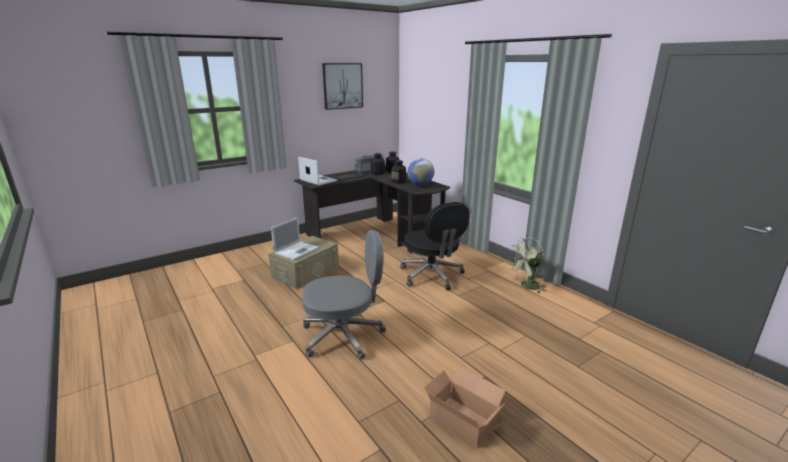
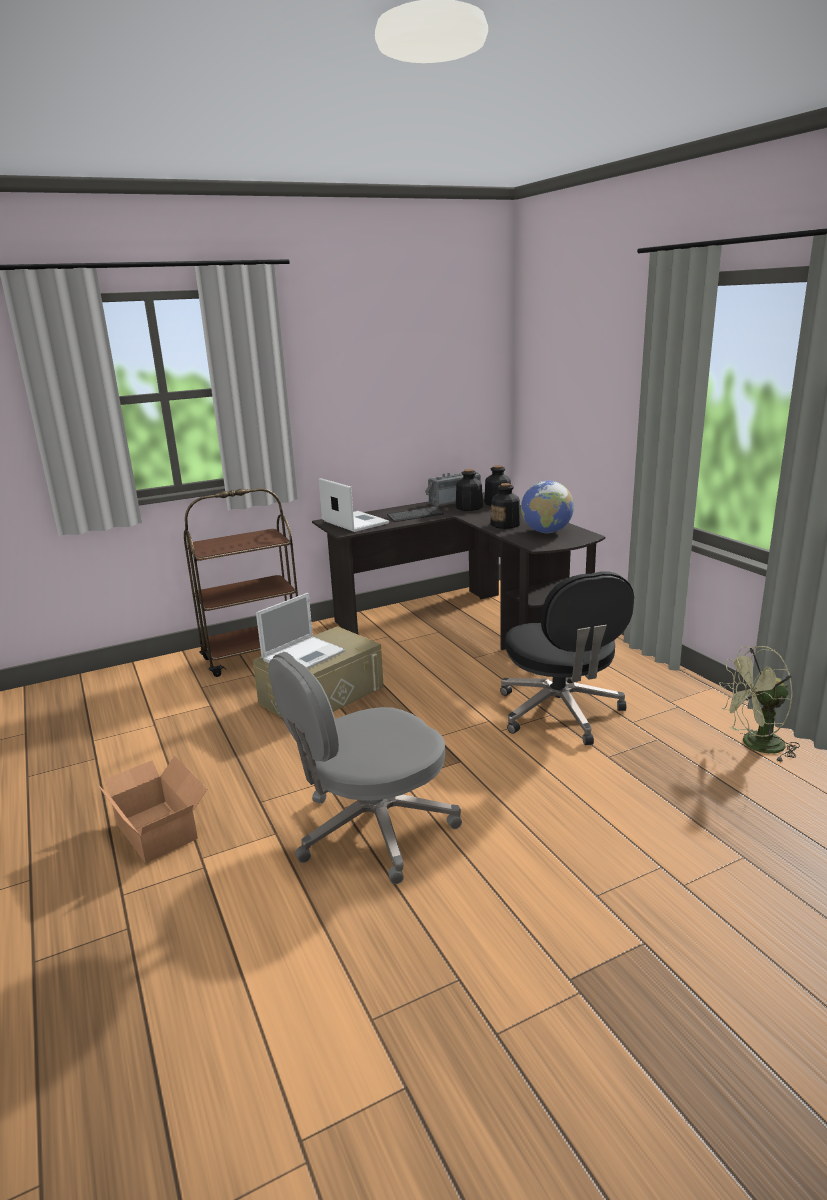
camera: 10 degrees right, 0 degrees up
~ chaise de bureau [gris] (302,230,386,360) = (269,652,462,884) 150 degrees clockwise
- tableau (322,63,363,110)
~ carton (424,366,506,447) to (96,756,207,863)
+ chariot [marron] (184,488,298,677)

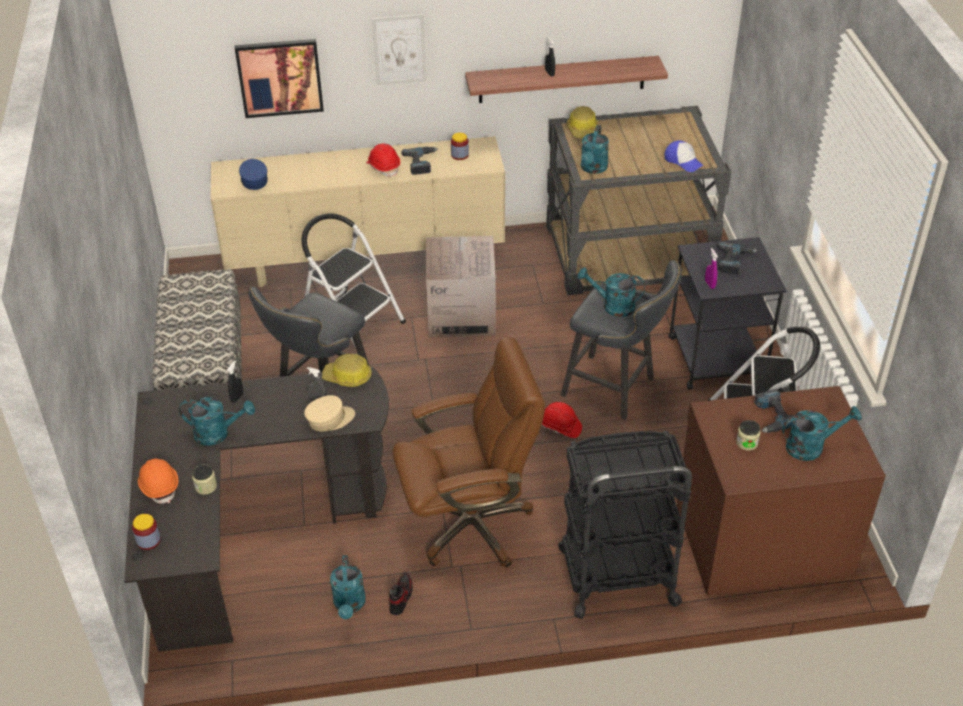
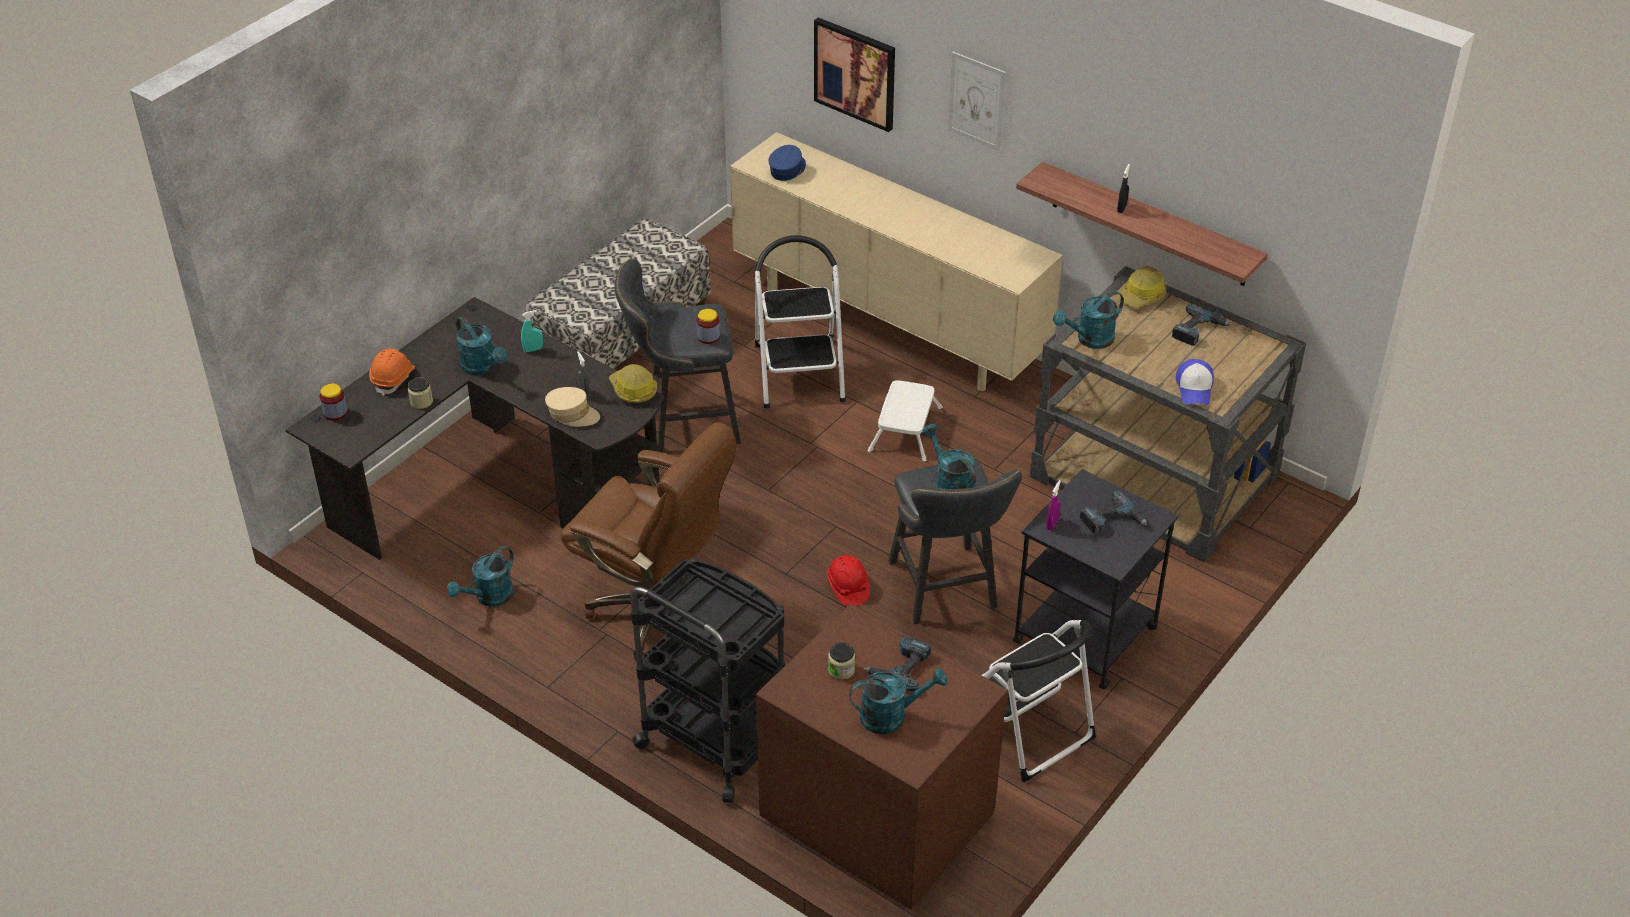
camera: 45 degrees right, 0 degrees up
~ vaporisateur [noir] (227,361,243,403) to vaporisateur [turquoise] (521,310,543,352)
- casque de chantier [rouge] (366,143,400,177)
- chaussure (389,573,413,615)
~ perceuse (401,147,438,175) to (1172,304,1231,346)
~ carton (426,236,496,337) to escabeau [blanc] (867,380,943,462)
~ bocal (451,133,469,160) to (696,309,720,344)
~ arrosoir [turquoise] (782,406,862,461) = (849,668,947,734) 45 degrees counterclockwise

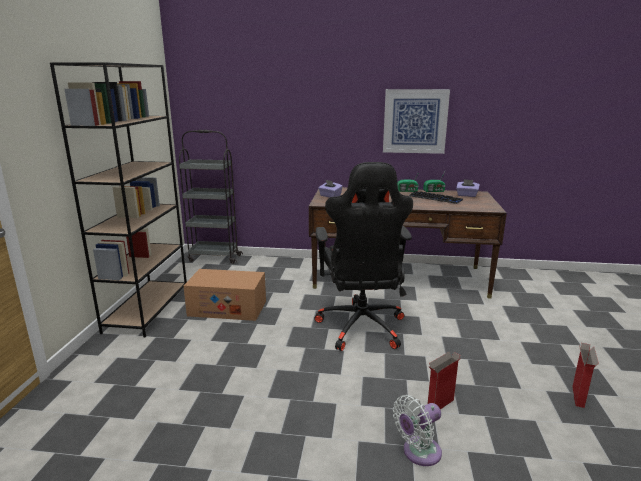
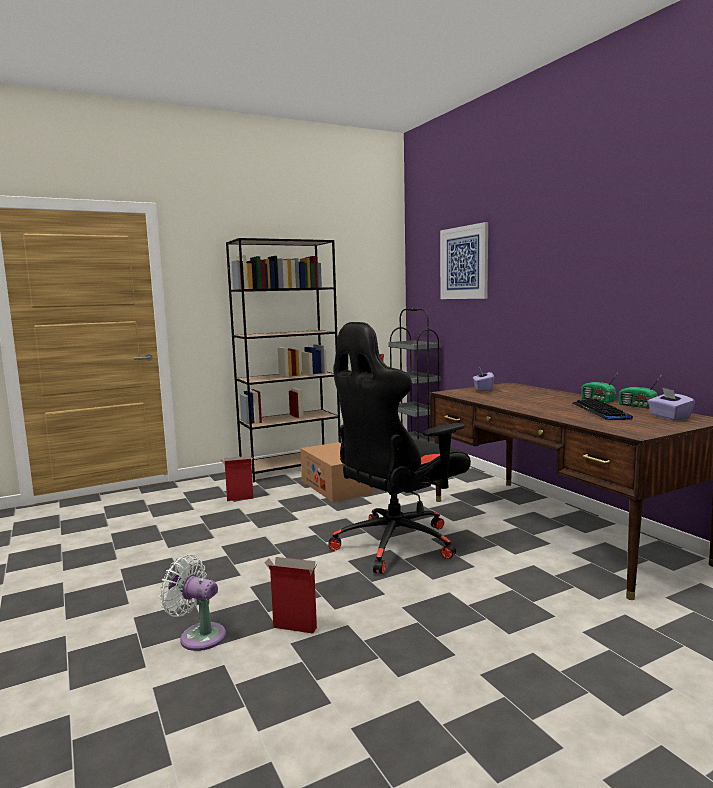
camera: 55 degrees right, 10 degrees down
~ tableau (383,89,450,154) to (440,222,488,299)
~ carton (572,343,599,408) to (221,456,253,501)

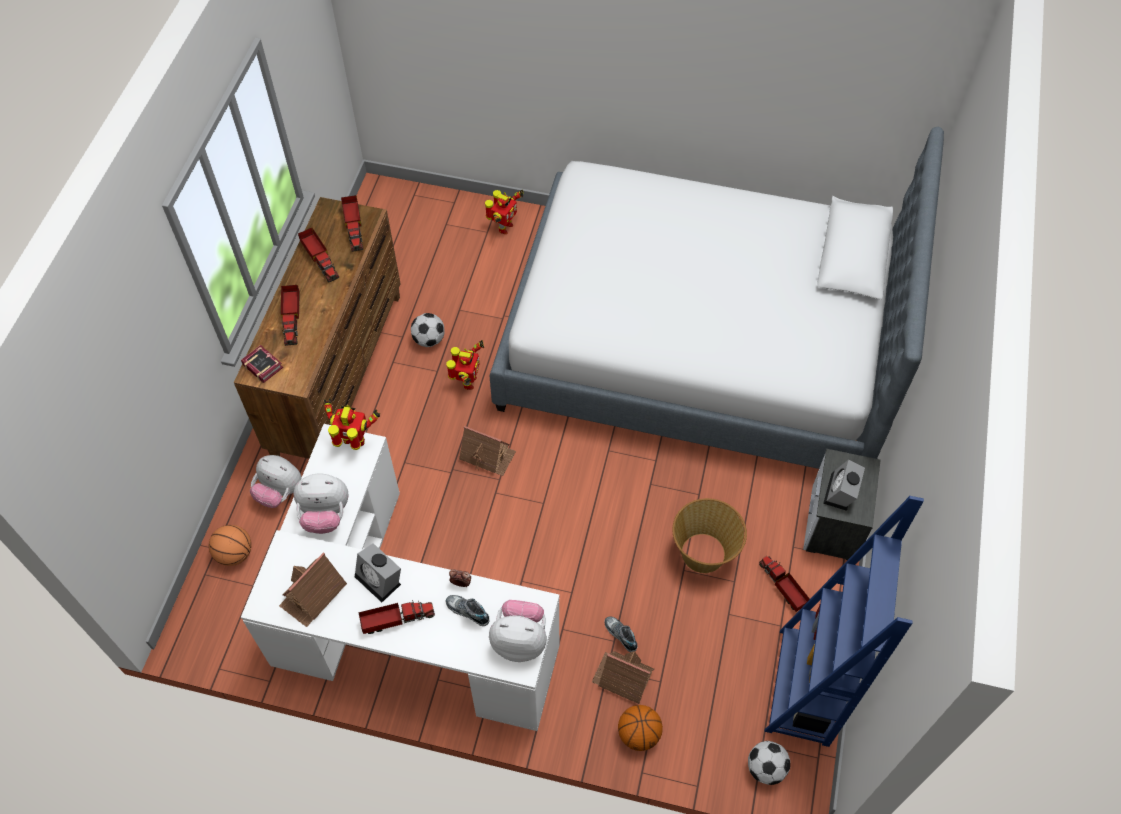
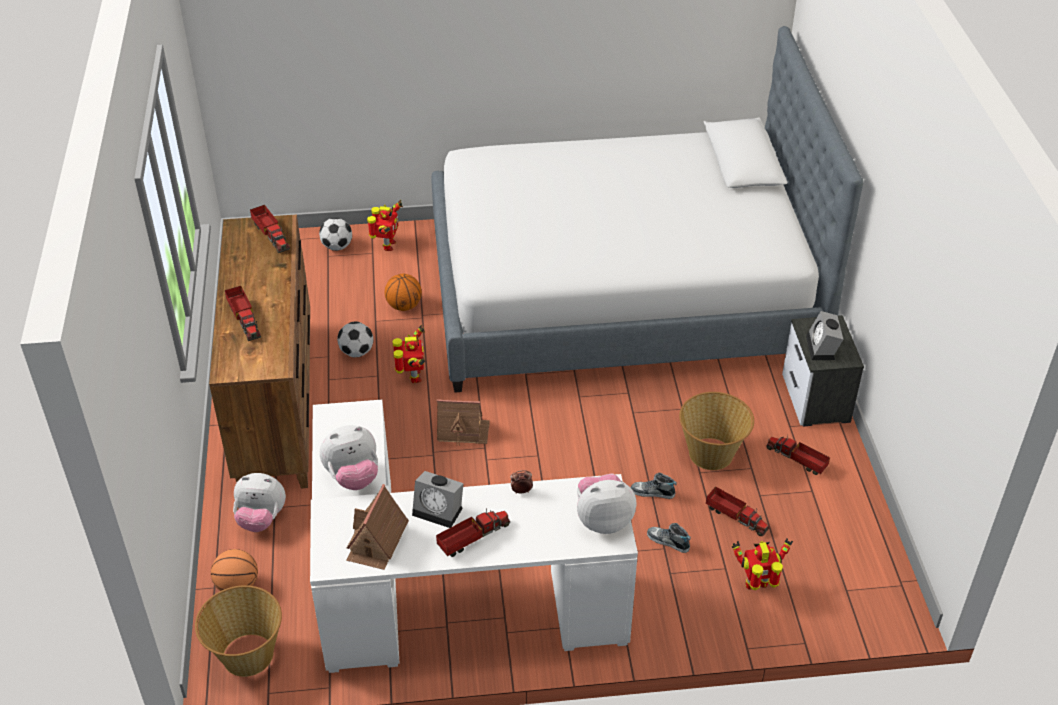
camera: 20 degrees left, 15 degrees down
- livre (241,345,283,383)
~ camion jouet (298,228,339,282) to (706,487,769,536)
~ robot jouet (324,398,380,450) to (732,538,793,590)
~ chaussure (446,595,490,626) to (631,472,677,499)
- maison miniature (592,651,654,704)
~ ballon de basket (618,705,663,751) to (385,274,422,311)
~ ballon de foot (748,741,790,785) to (319,218,352,251)
- bibliothèque [bleu] (764,496,924,747)
+ panier (195,585,282,677)

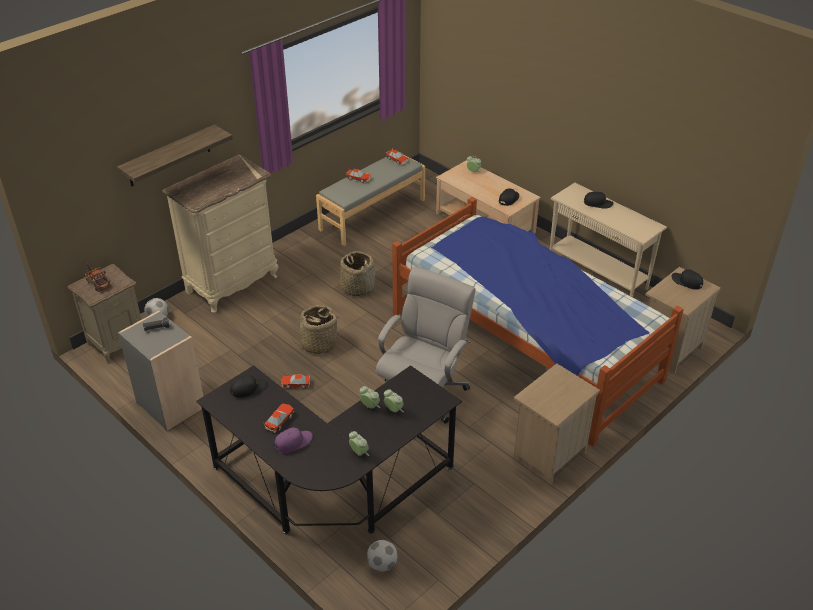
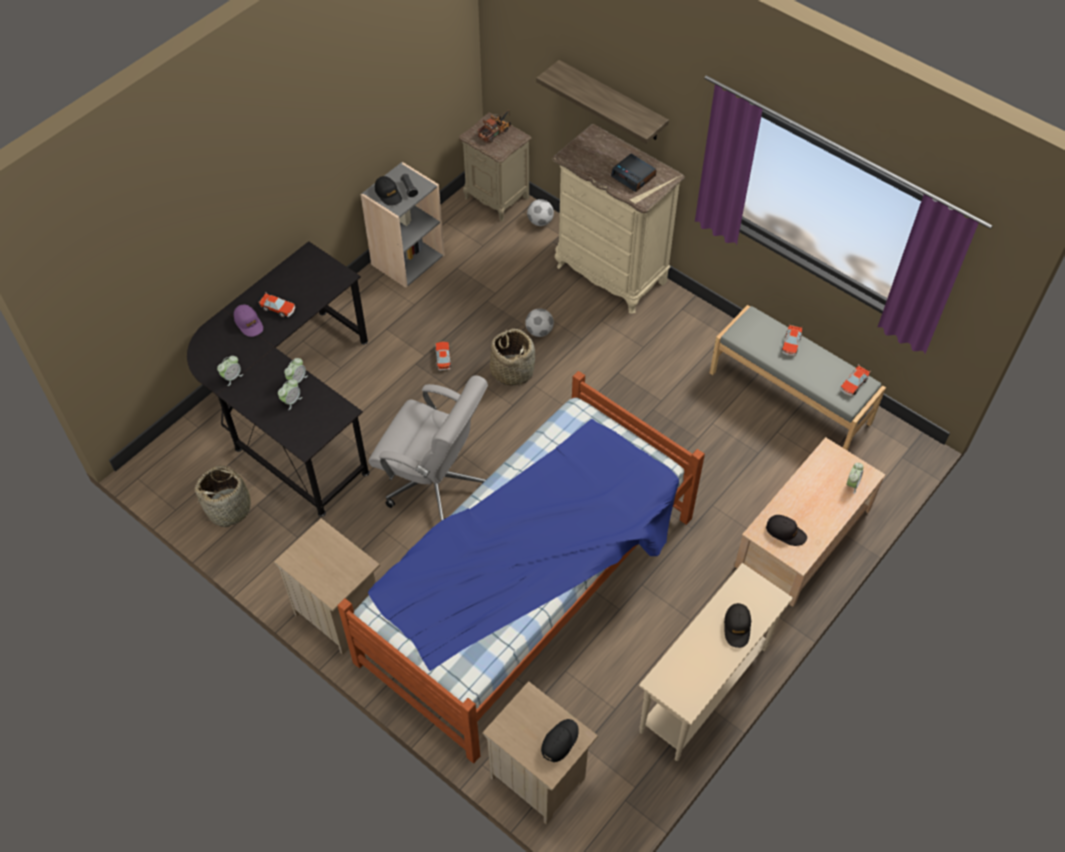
camera: 85 degrees right, 15 degrees up
~ casquette [noir] (230,375,267,398) to (375,176,402,206)
~ panier (340,251,375,296) to (195,465,257,527)
~ ballon de foot (367,540,398,572) to (525,308,554,337)
+ réveil (611,154,657,192)

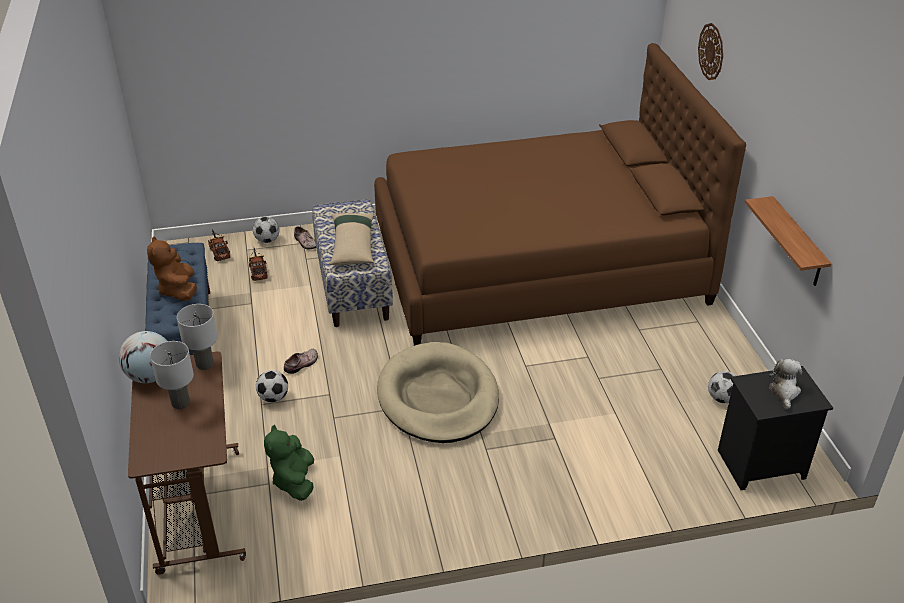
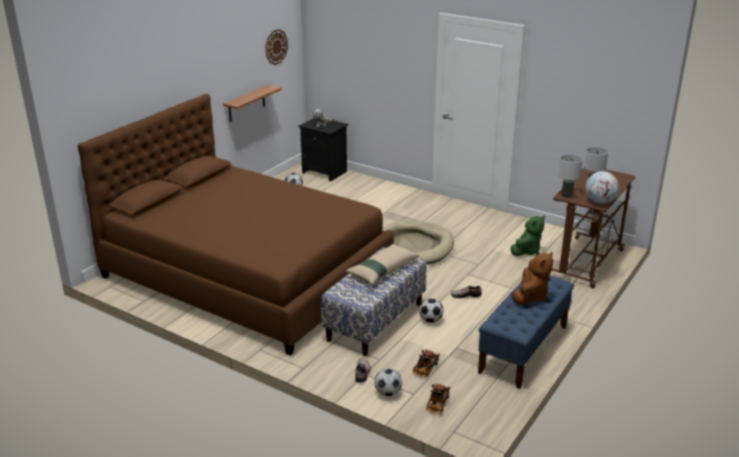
camera: 135 degrees left, 10 degrees down
~ ballon de foot (256,370,288,402) to (419,298,444,323)
~ horloge murale (698,23,723,80) to (266,29,288,65)

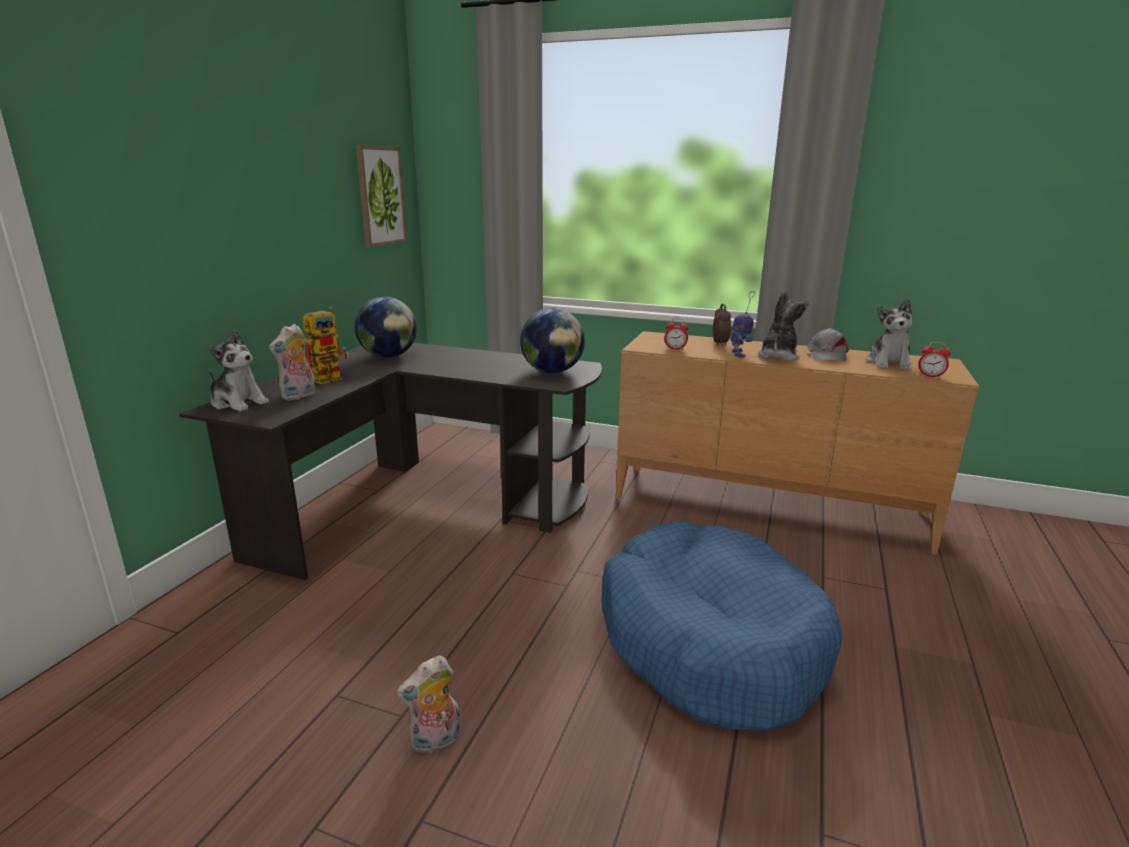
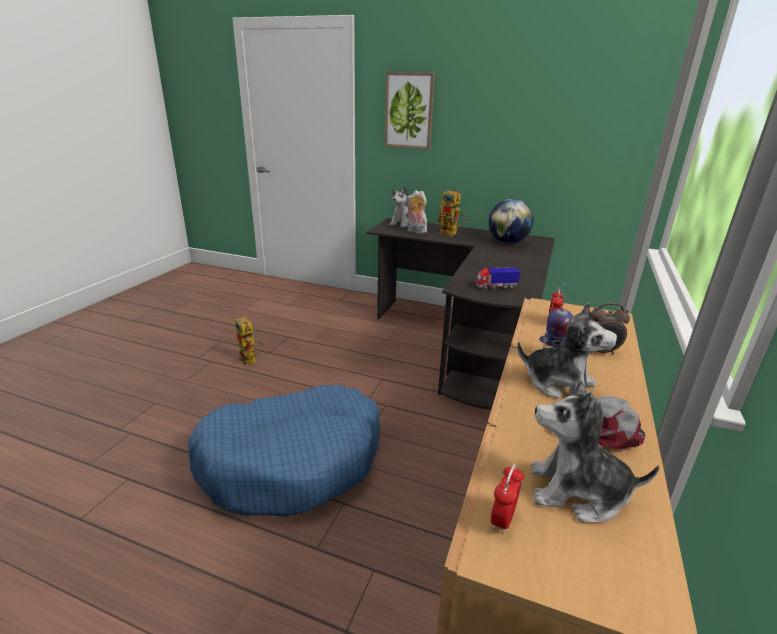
camera: 90 degrees right, 5 degrees up
~ tableau (356,145,407,248) to (385,72,435,149)
~ peluche (397,655,460,753) to robot jouet (235,317,264,366)
~ globe (520,308,585,373) to camion jouet (476,267,520,290)

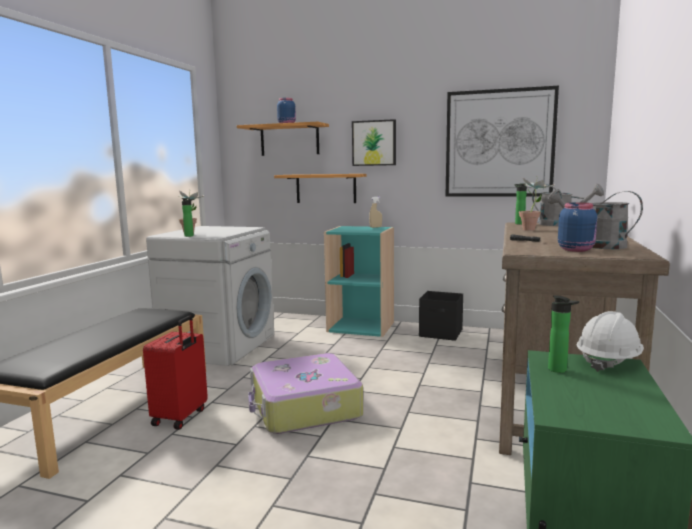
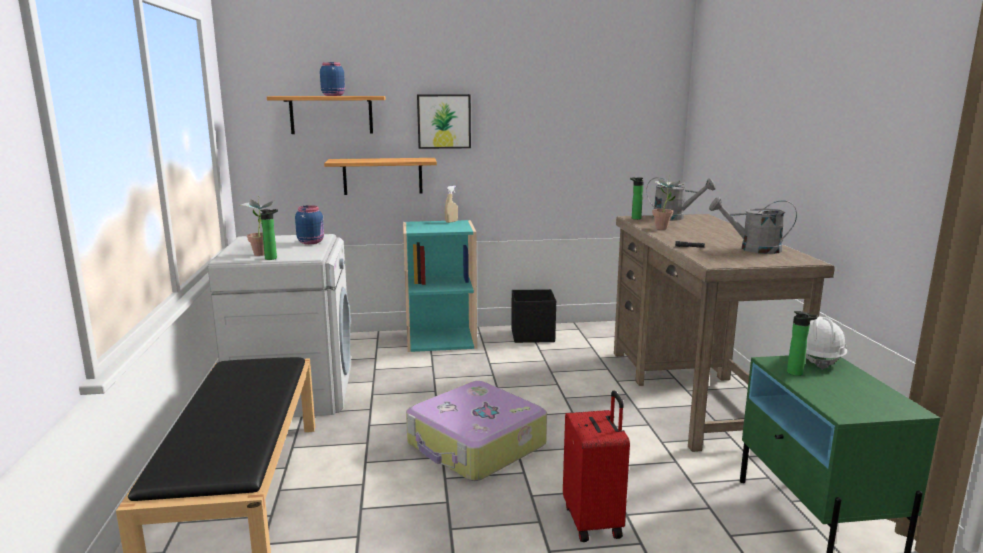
camera: 25 degrees left, 5 degrees up
~ valise [rouge] (143,316,208,430) to (563,391,630,542)
- tableau (446,86,559,197)
~ bocal [bleu] (558,202,597,252) to (295,205,324,244)

